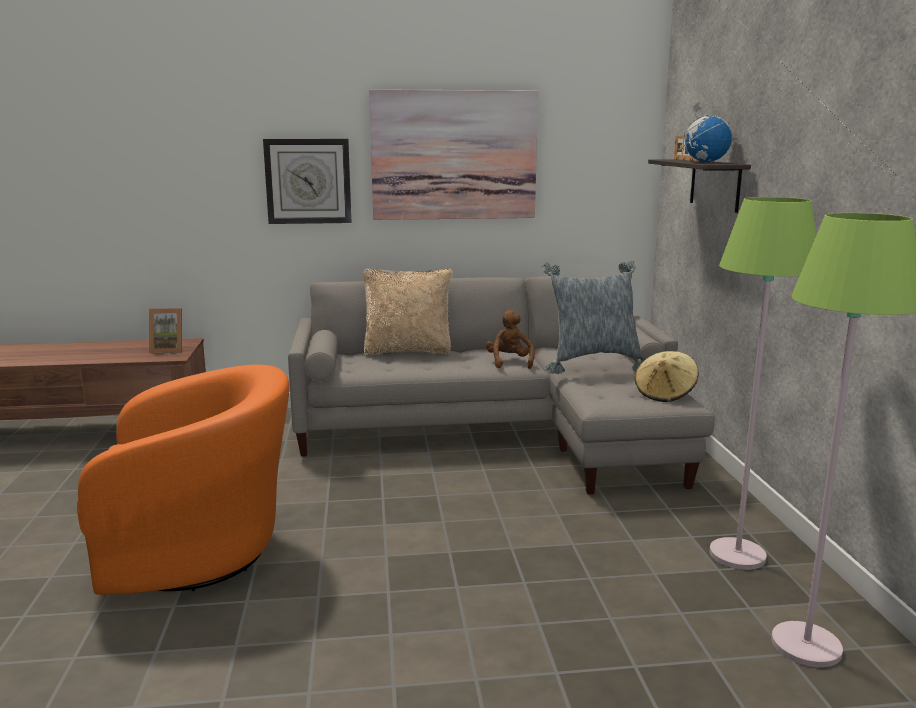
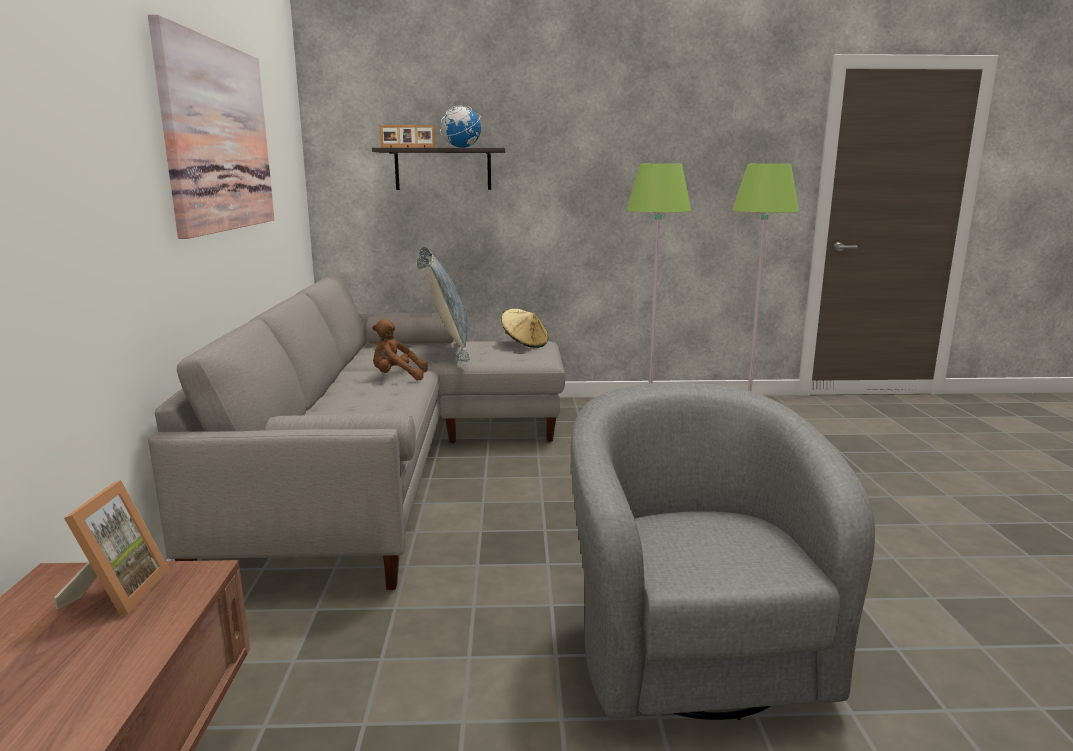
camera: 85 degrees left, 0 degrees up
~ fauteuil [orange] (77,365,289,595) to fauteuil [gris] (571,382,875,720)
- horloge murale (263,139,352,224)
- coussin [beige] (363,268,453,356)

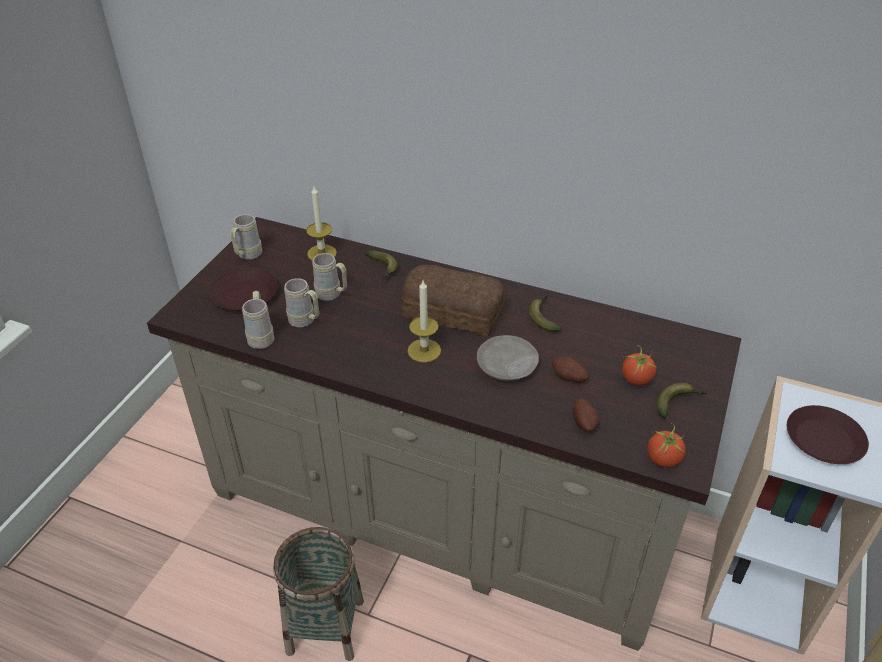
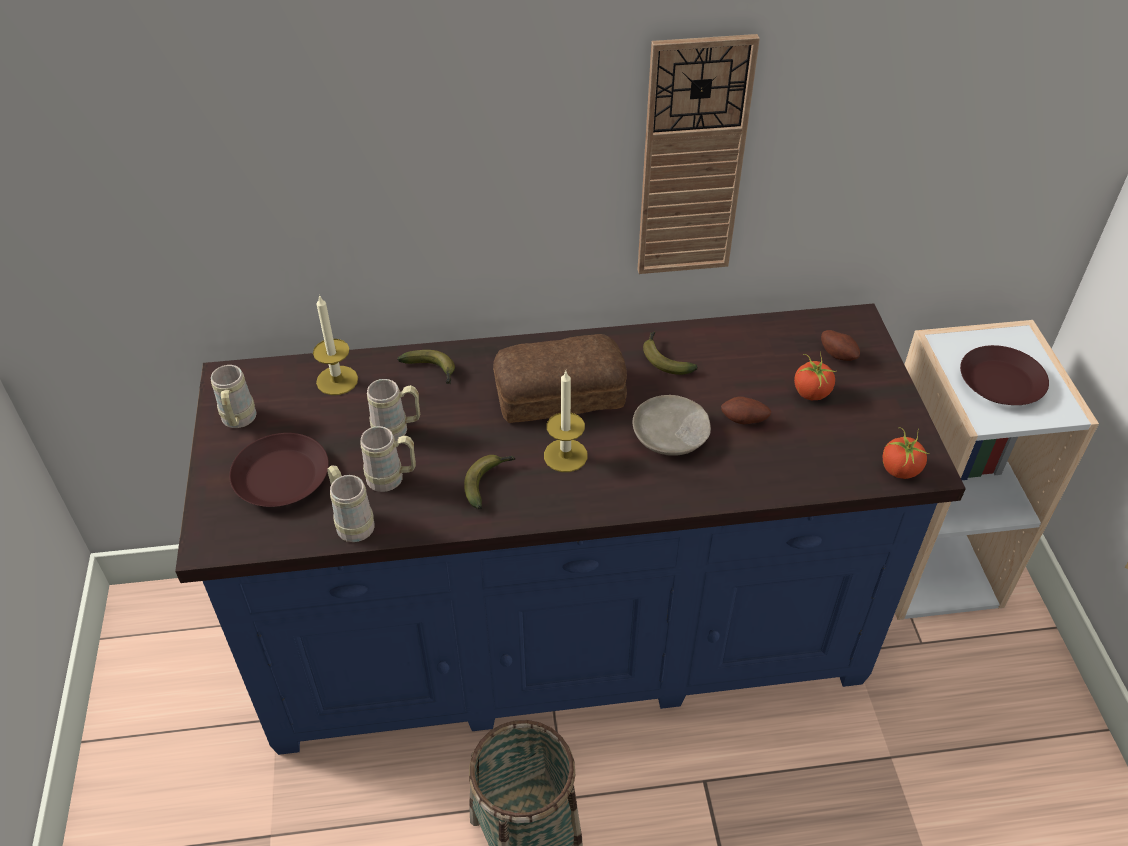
camera: 30 degrees left, 5 degrees up
~ meuble de rangement [beige] (147,217,742,651) to meuble de rangement [bleu] (175,303,966,755)
~ pomme de terre (573,398,599,432) to (821,330,860,361)
~ banane (657,383,706,418) to (464,455,515,509)
+ horloge murale (637,34,760,274)

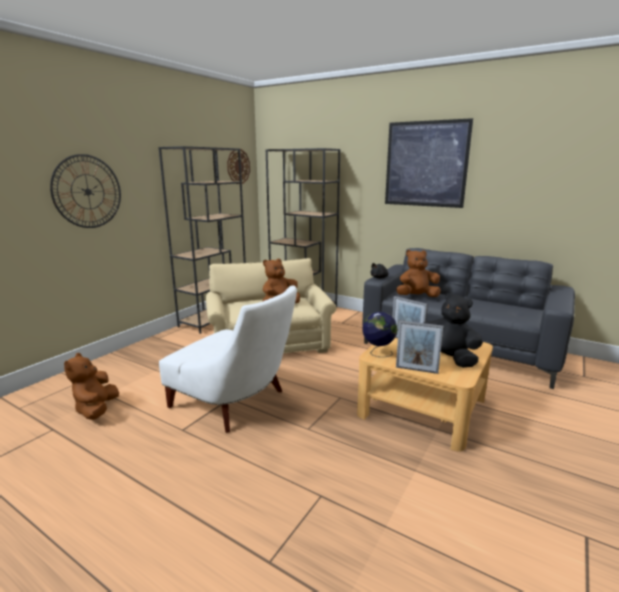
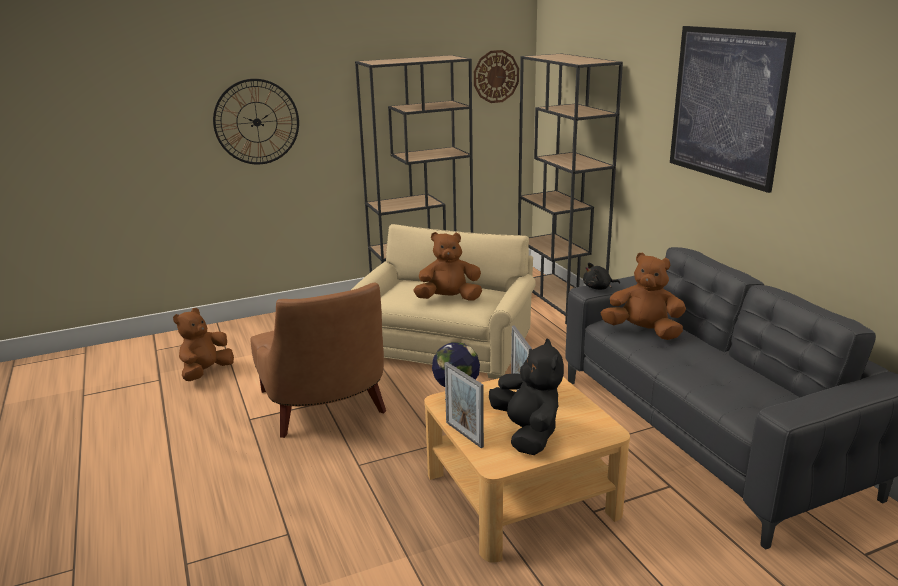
camera: 35 degrees right, 5 degrees up
~ fauteuil [blanc] (159,285,297,433) to fauteuil [marron] (250,283,386,438)

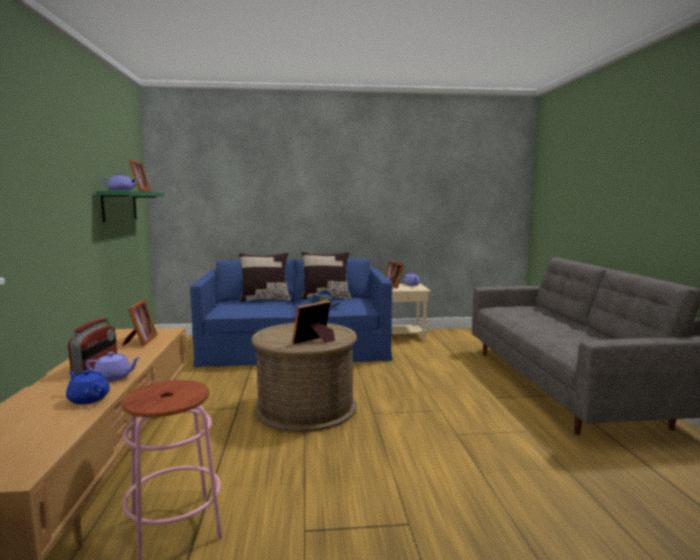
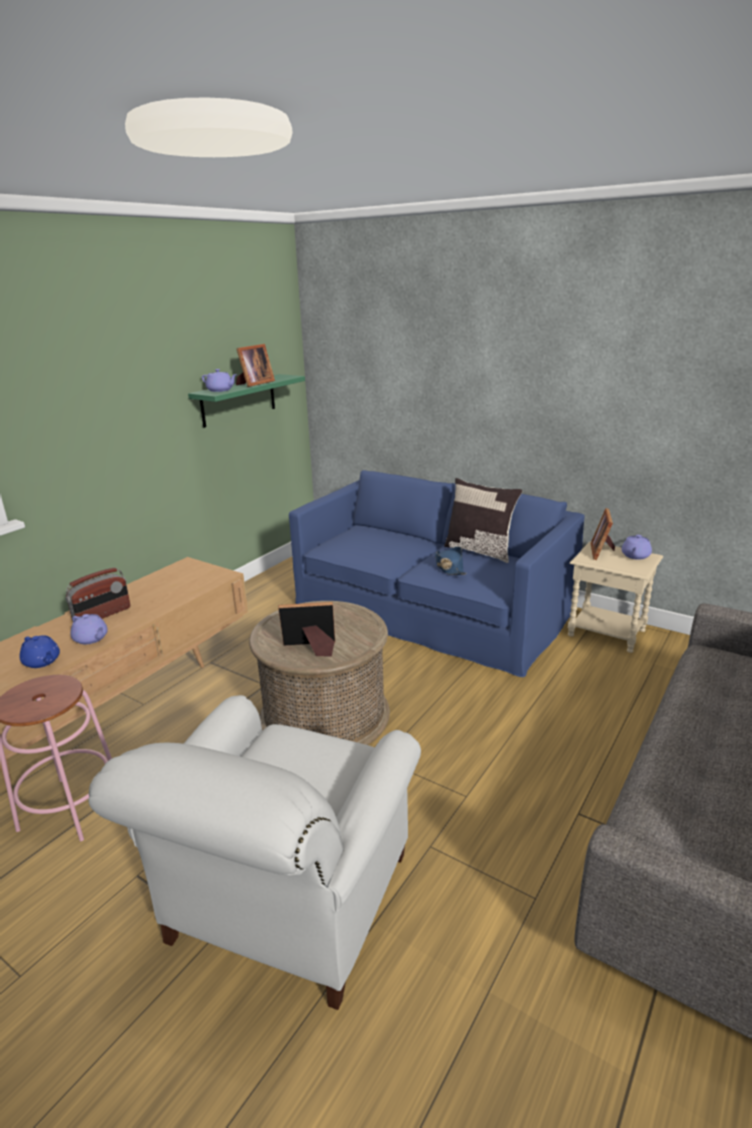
camera: 40 degrees right, 15 degrees up
~ théière [bleu] (66,370,110,404) = (20,635,60,668) 150 degrees clockwise
- cadre photo (122,300,158,346)
- coussin (239,253,291,302)
+ fauteuil [blanc] (88,695,421,1010)

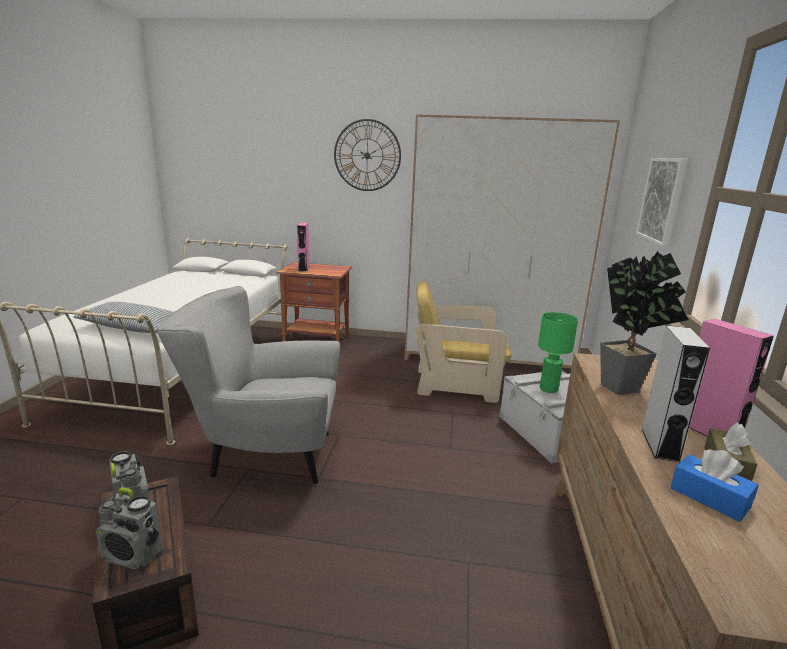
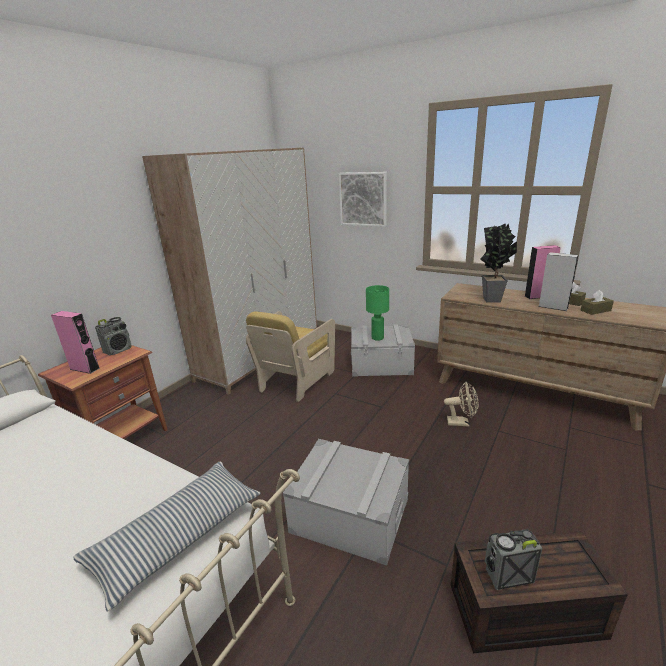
camera: 65 degrees left, 5 degrees up
~ radio (96,487,163,569) to (95,317,132,356)
~ fauteuil [gris] (157,286,340,485) to boîte de rangement [gris] (283,439,409,566)
- horloge murale (334,119,401,191)
~ boîte à mouchoirs [bleu] (670,449,759,522) to boîte à mouchoirs [marron] (581,290,614,315)
+ ventilateur [beige] (444,382,478,427)

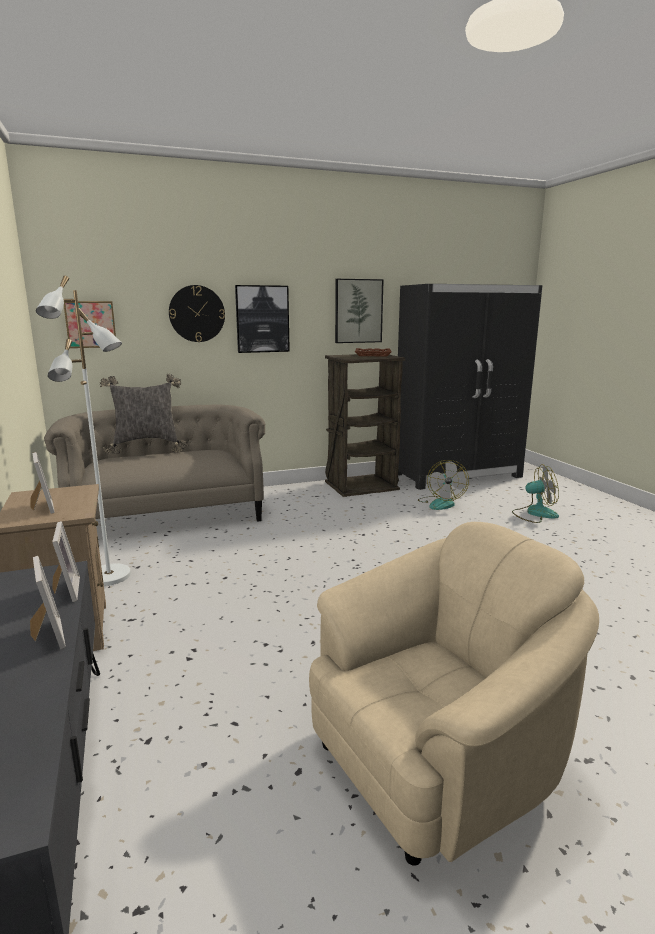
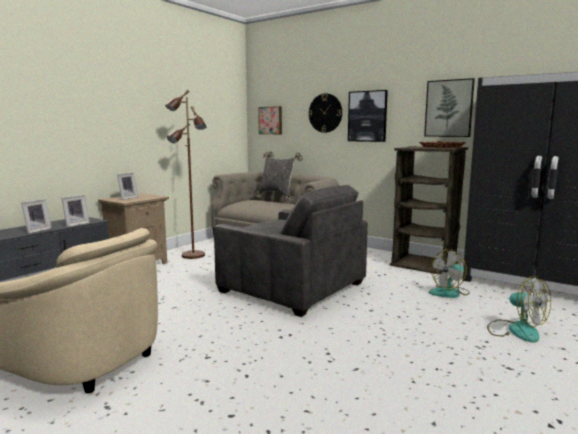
camera: 55 degrees right, 5 degrees down
~ lampadaire [blanc] (36,276,131,586) to lampadaire [marron] (165,90,206,259)
+ fauteuil [gris] (214,185,368,317)

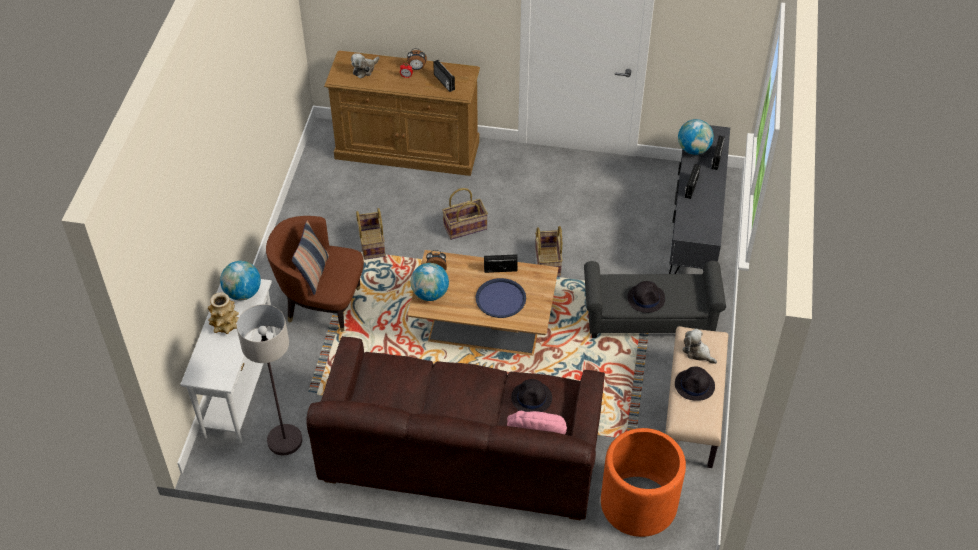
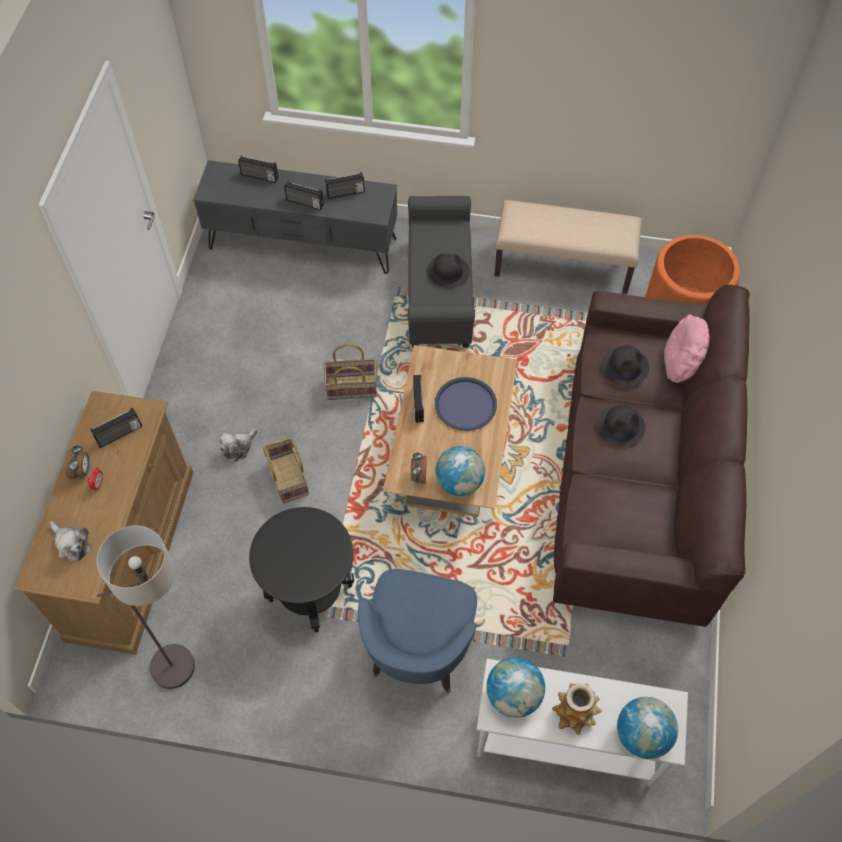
camera: 90 degrees left, 10 degrees up
~ lampadaire [gris] (237,304,302,455) to (97,525,195,689)
~ fauteuil [marron] (266,216,364,332) to fauteuil [bleu] (358,569,477,695)
- coussin (292,220,329,295)
~ panier (356,208,385,260) to table d'appoint [noir] (249,507,354,633)
~ chapeau [noir] (675,366,715,401) to (597,405,646,448)
~ globe (678,119,714,155) to (617,697,678,759)
~ peluche (683,329,717,364) to (219,428,258,463)
+ radio (325,172,365,199)

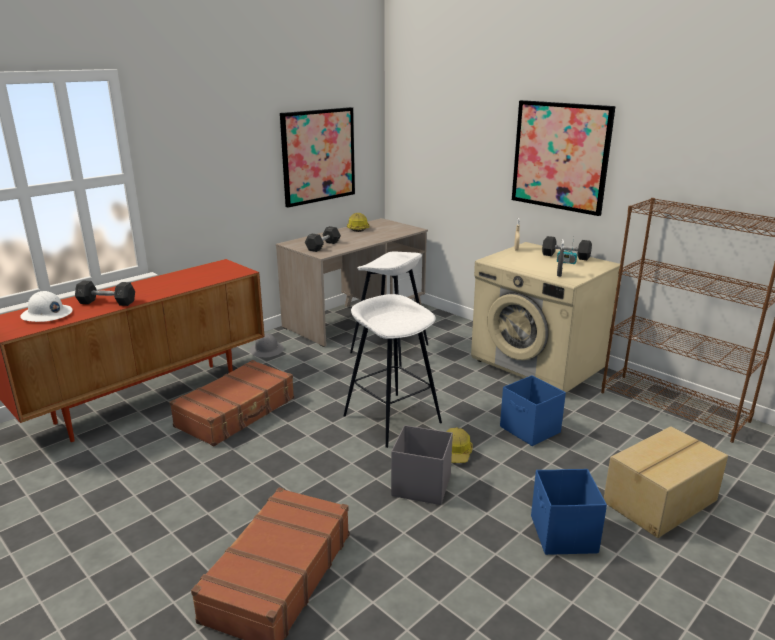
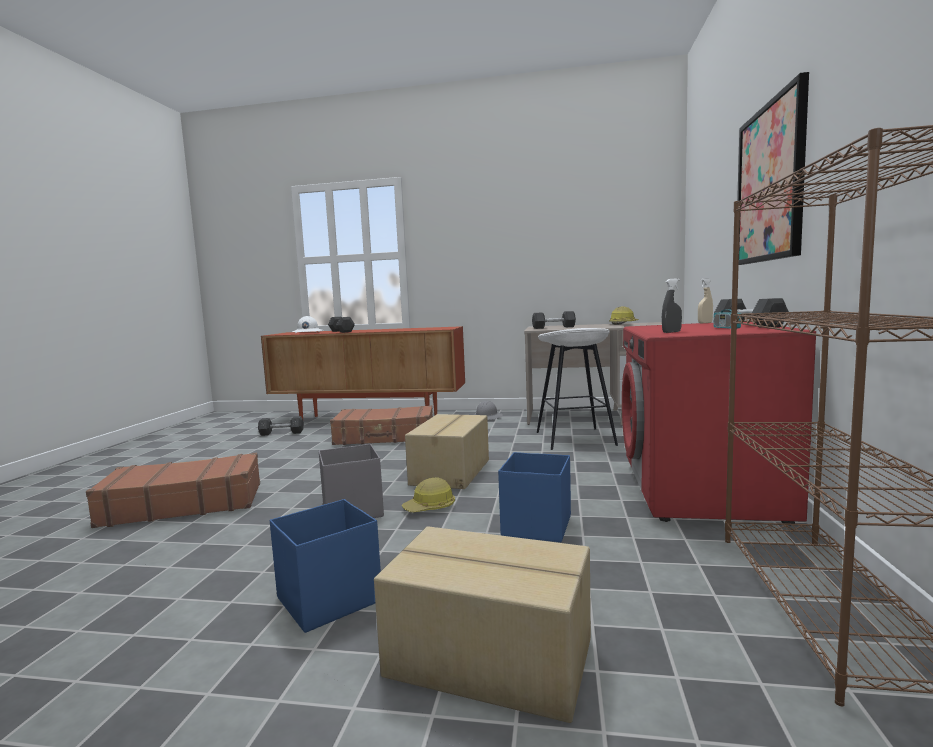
camera: 55 degrees right, 15 degrees down
- tableau (280,107,355,208)
~ tabouret [blanc] (344,294,442,448) to carton (405,414,489,489)
~ lave-linge [beige] (471,242,620,392) to lave-linge [rouge] (622,322,816,526)
+ haltère [gris] (258,416,304,436)

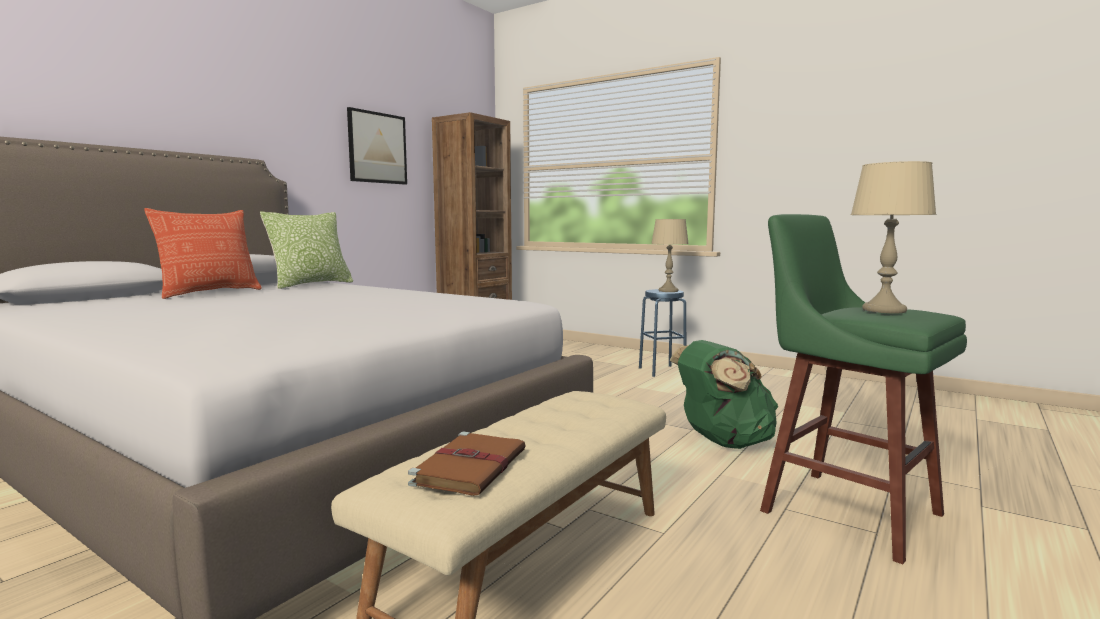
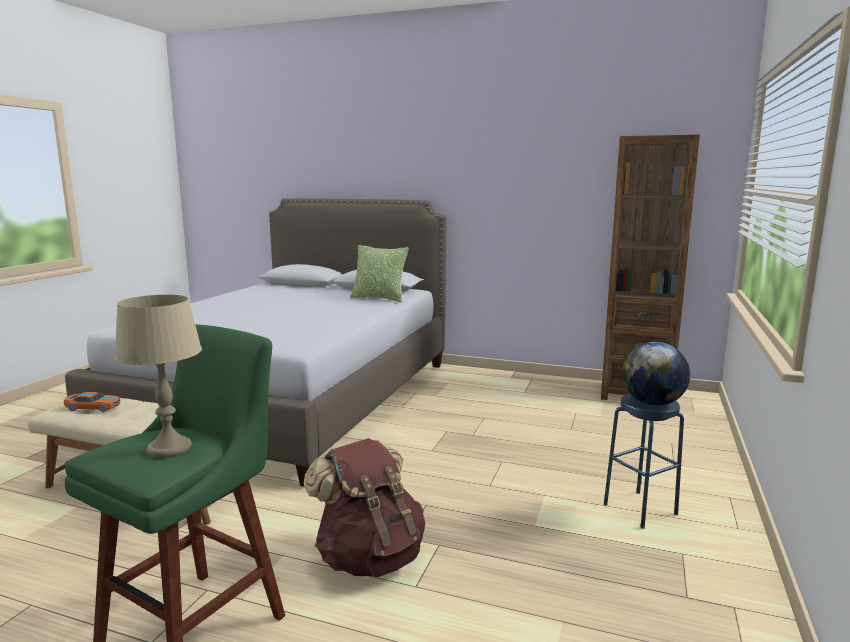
camera: 75 degrees right, 5 degrees up
- coussin [orange] (144,208,261,299)
- tableau (347,107,407,185)
~ livre [marron] (408,432,526,496) to petite voiture (63,392,120,412)
~ lampe de table [beige] (651,219,689,292) to globe (622,342,690,406)
~ sac à dos [vert] (669,340,778,449) to sac à dos [marron] (303,438,425,577)

